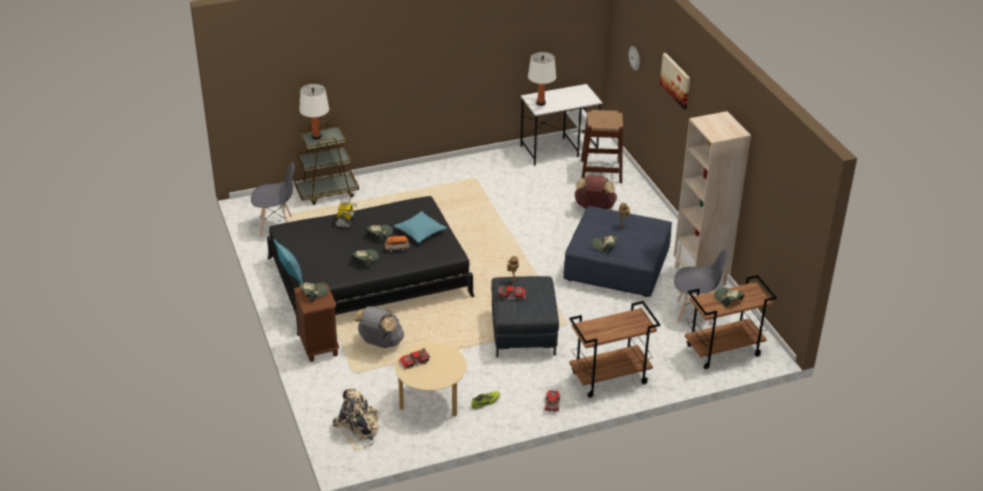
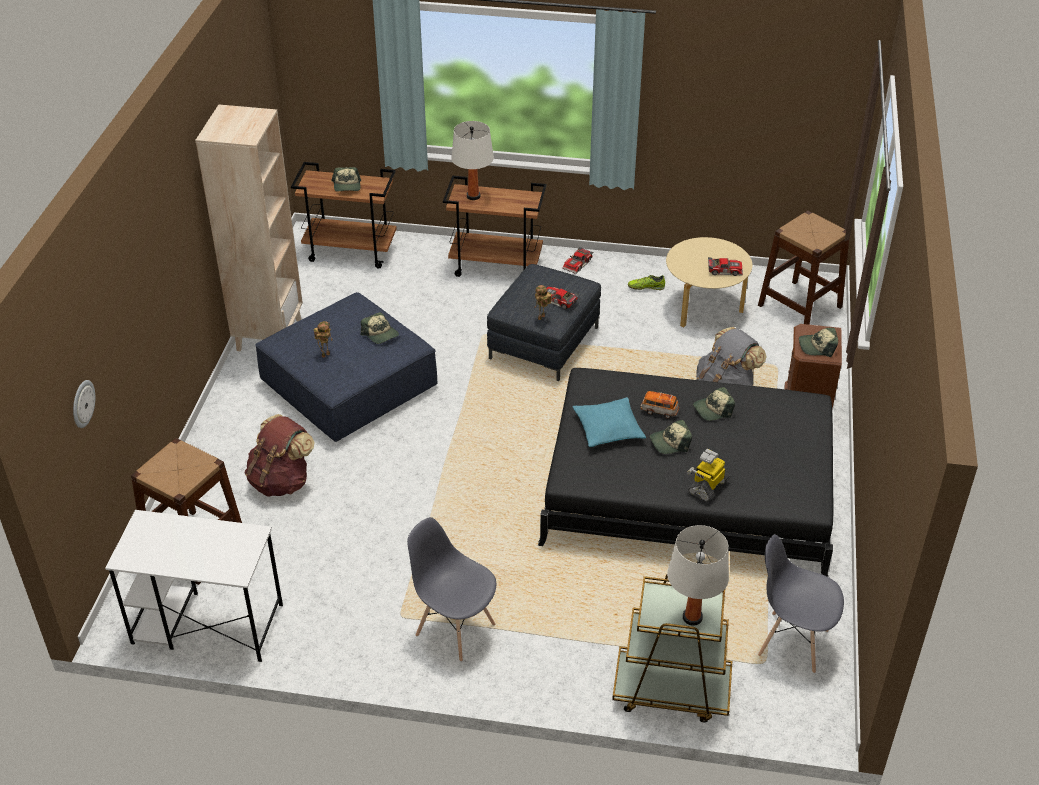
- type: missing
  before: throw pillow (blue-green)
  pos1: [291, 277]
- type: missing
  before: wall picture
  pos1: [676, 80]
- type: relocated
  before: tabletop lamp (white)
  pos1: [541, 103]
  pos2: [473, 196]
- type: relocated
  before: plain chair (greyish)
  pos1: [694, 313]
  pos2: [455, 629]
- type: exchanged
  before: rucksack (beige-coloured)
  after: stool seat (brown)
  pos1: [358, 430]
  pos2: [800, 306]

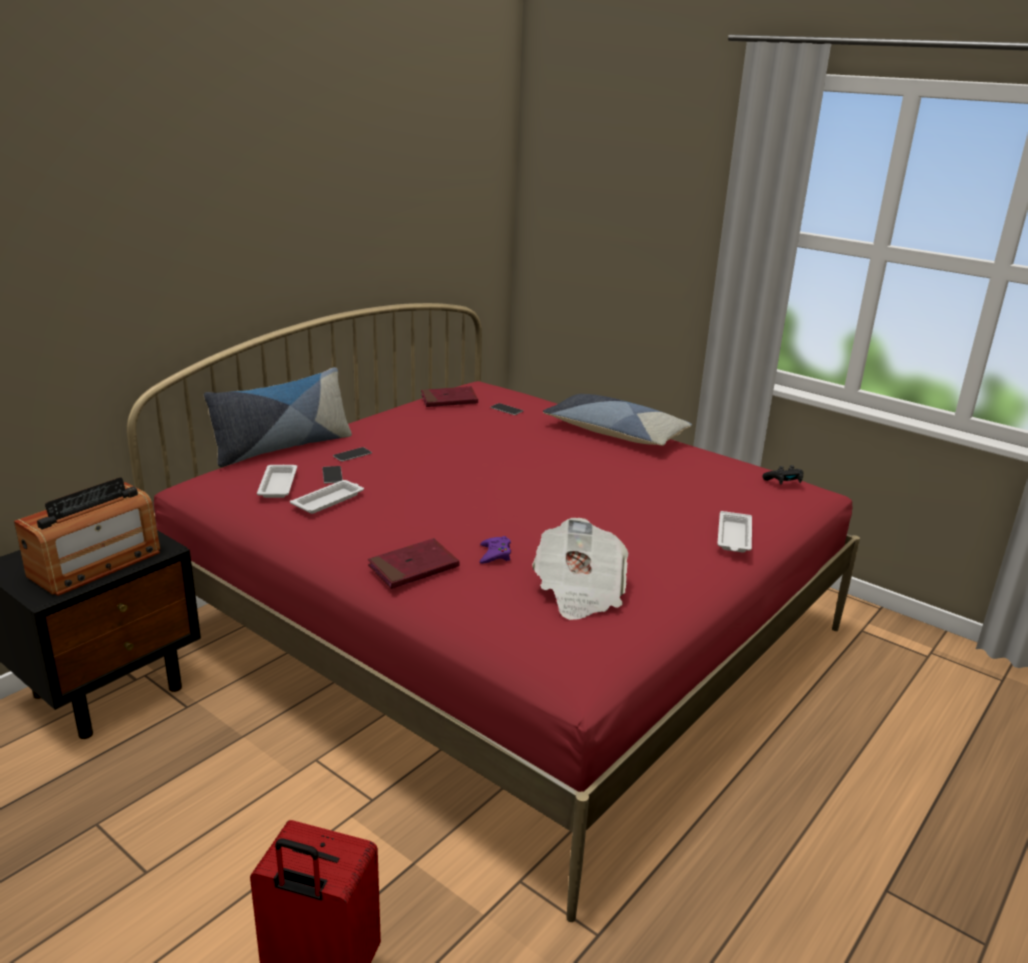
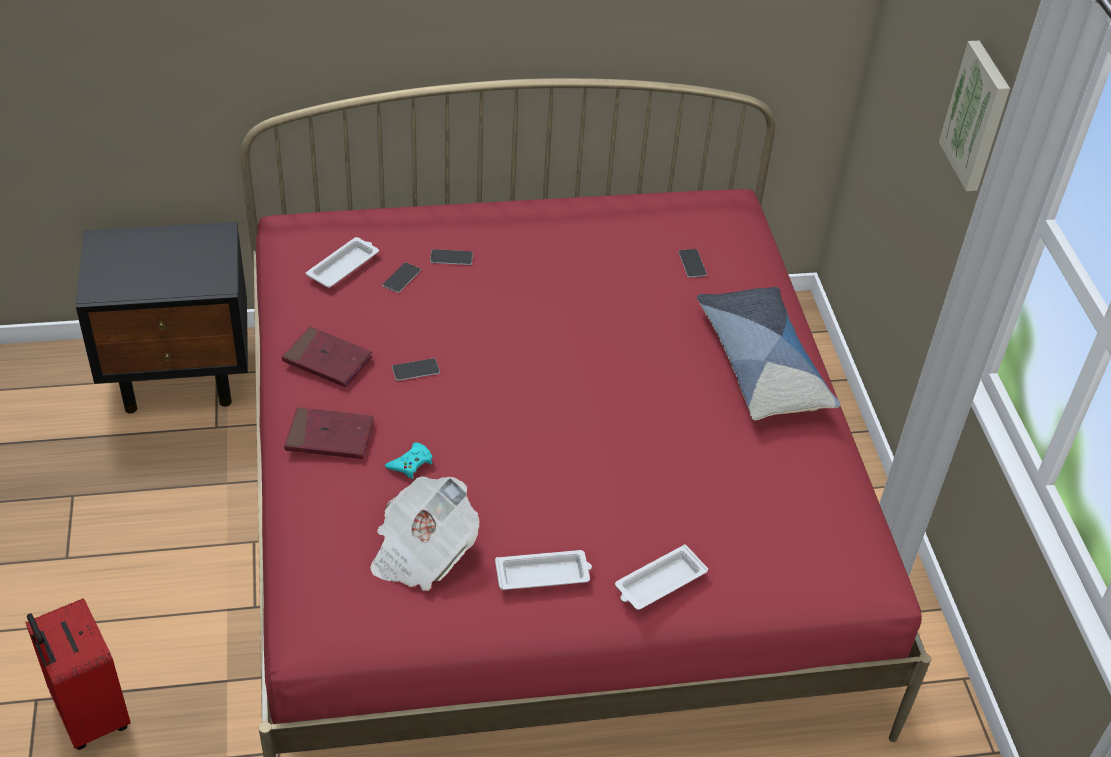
- type: missing
  before: radio set
  pos1: [95, 564]
- type: missing
  before: throw pillow
  pos1: [282, 447]
- type: missing
  before: gamepad (black-coloured)
  pos1: [783, 482]
- type: appeared
  after: phone
  pos2: [415, 370]
- type: appeared
  after: wall picture
  pos2: [978, 116]
- type: relocated
  before: tray (white)
  pos1: [329, 500]
  pos2: [544, 574]
- type: relocated
  before: volume (red)
  pos1: [449, 400]
  pos2: [327, 360]
- type: colour
  before: gamepad (purplish)
  after: gamepad (blue-green)
  pos1: [495, 554]
  pos2: [411, 463]

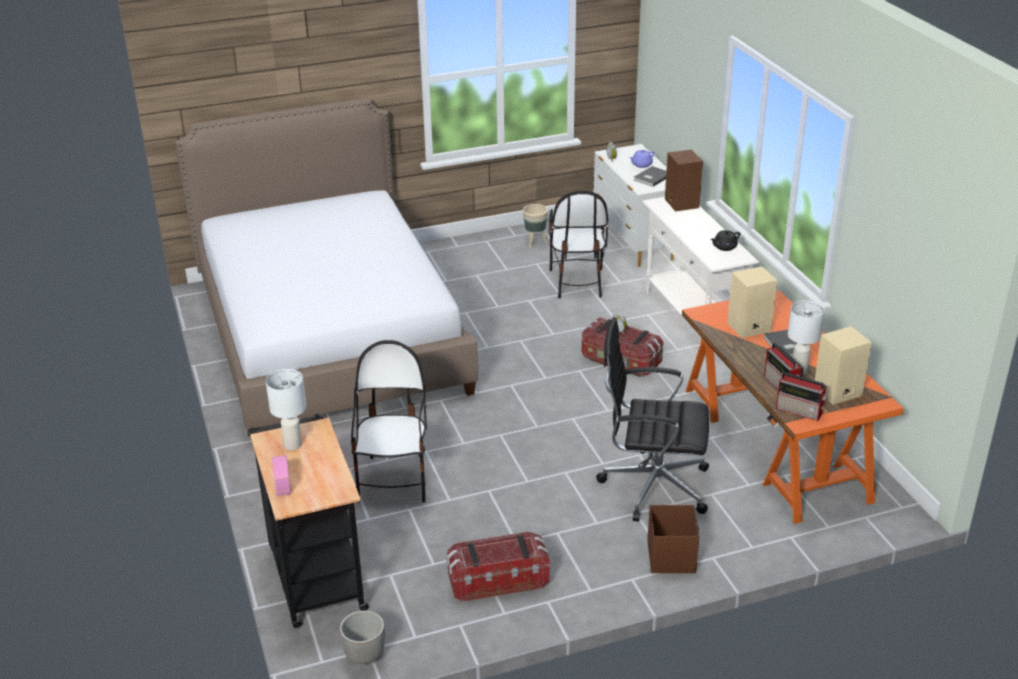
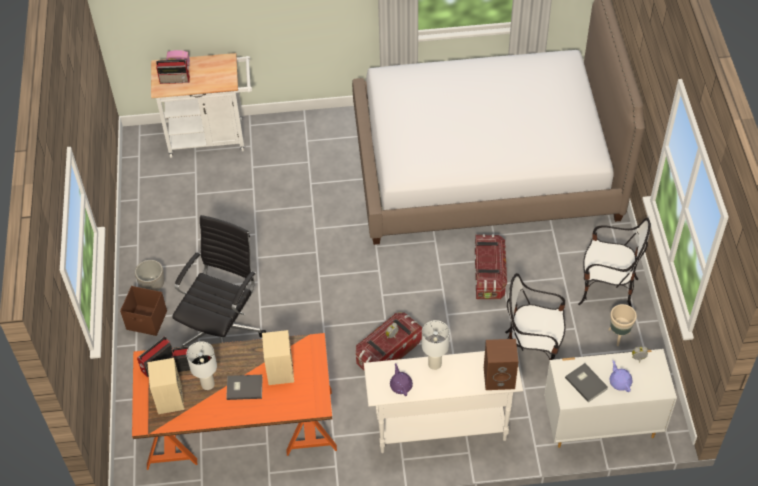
- type: appeared
  after: radio set
  pos2: [175, 79]
- type: relocated
  before: tabletop lamp (white)
  pos1: [293, 444]
  pos2: [434, 364]
- type: relocated
  before: plant pot
  pos1: [364, 656]
  pos2: [153, 285]
- type: relocated
  before: plain chair
  pos1: [394, 480]
  pos2: [607, 290]
- type: relocated
  before: storage container
  pos1: [497, 581]
  pos2: [488, 275]
- type: colour
  before: trolley (black-coloured)
  after: trolley (white)
  pos1: [314, 573]
  pos2: [212, 137]
- type: colour
  before: teapot (black-coloured)
  after: teapot (purplish)
  pos1: [724, 247]
  pos2: [401, 385]

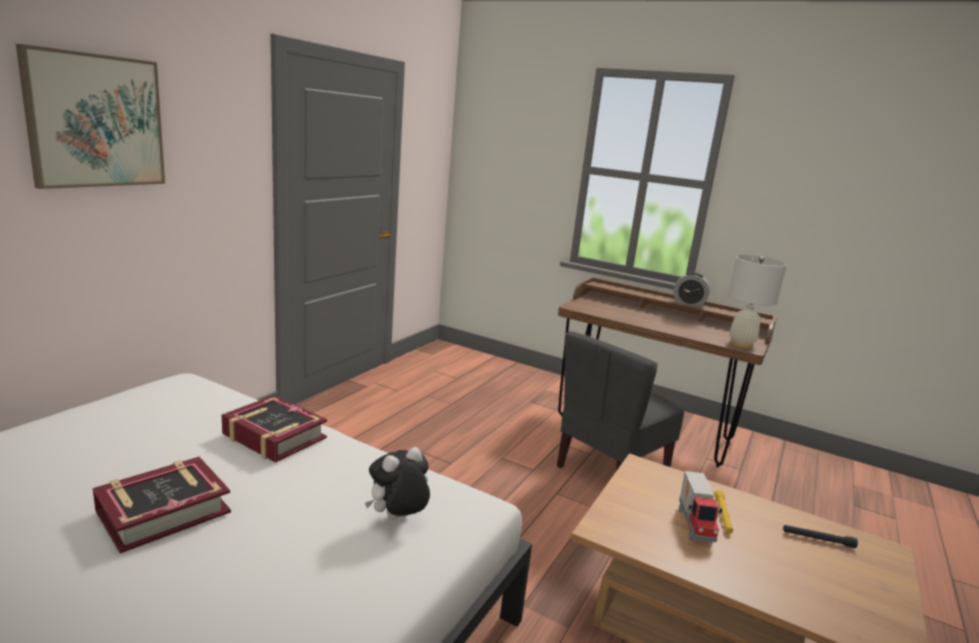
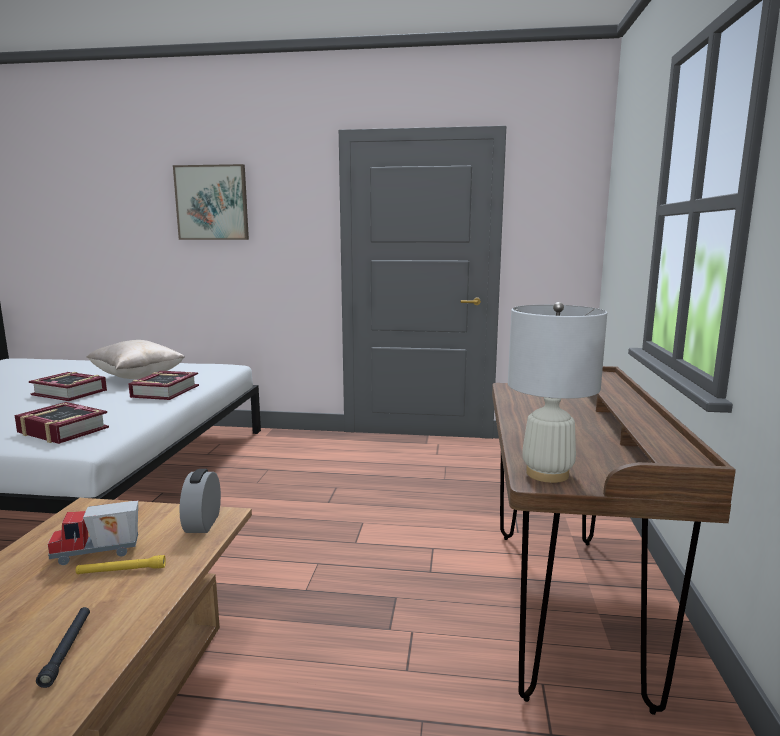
- type: missing
  before: plain chair (greyish)
  pos1: [610, 470]
- type: appeared
  after: throw pillow (beige-coloured)
  pos2: [137, 377]
- type: relocated
  before: alarm clock
  pos1: [689, 303]
  pos2: [202, 523]
- type: exchanged
  before: plush toy
  after: volume
  pos1: [398, 519]
  pos2: [62, 430]

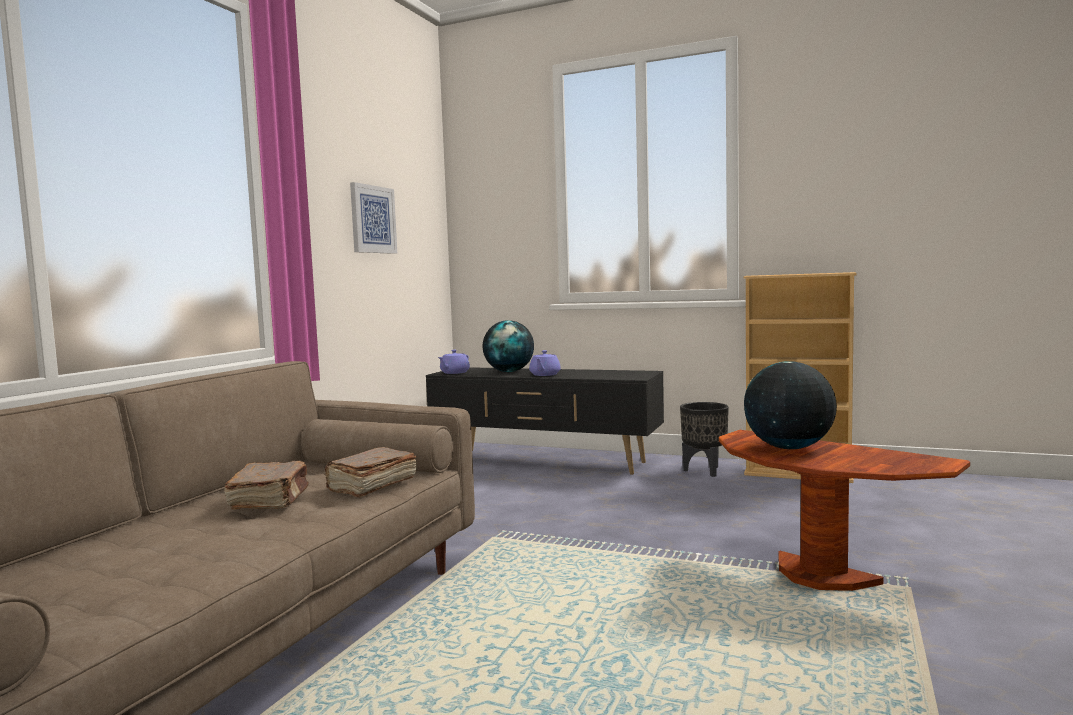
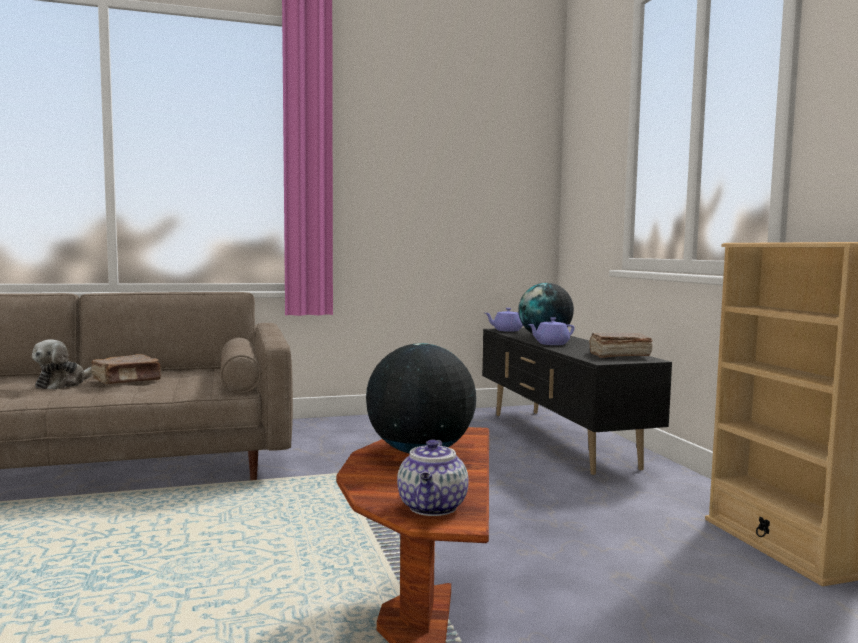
- type: missing
  before: wall picture
  pos1: [372, 219]
- type: missing
  before: plant pot (black-coloured)
  pos1: [705, 471]
- type: appeared
  after: plush toy
  pos2: [63, 384]
- type: appeared
  after: teapot
  pos2: [433, 508]
- type: relocated
  before: volume (brown)
  pos1: [371, 486]
  pos2: [618, 356]

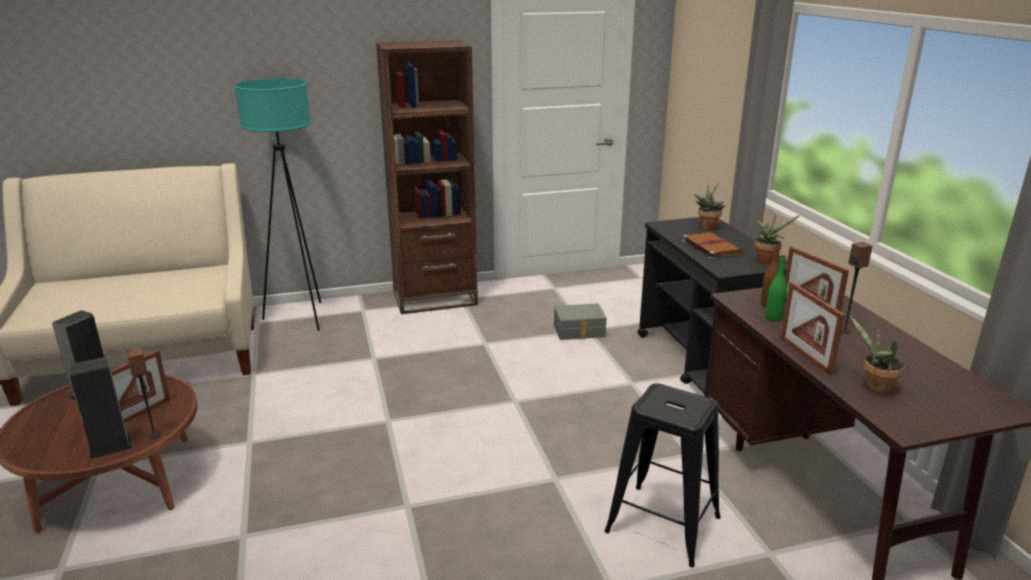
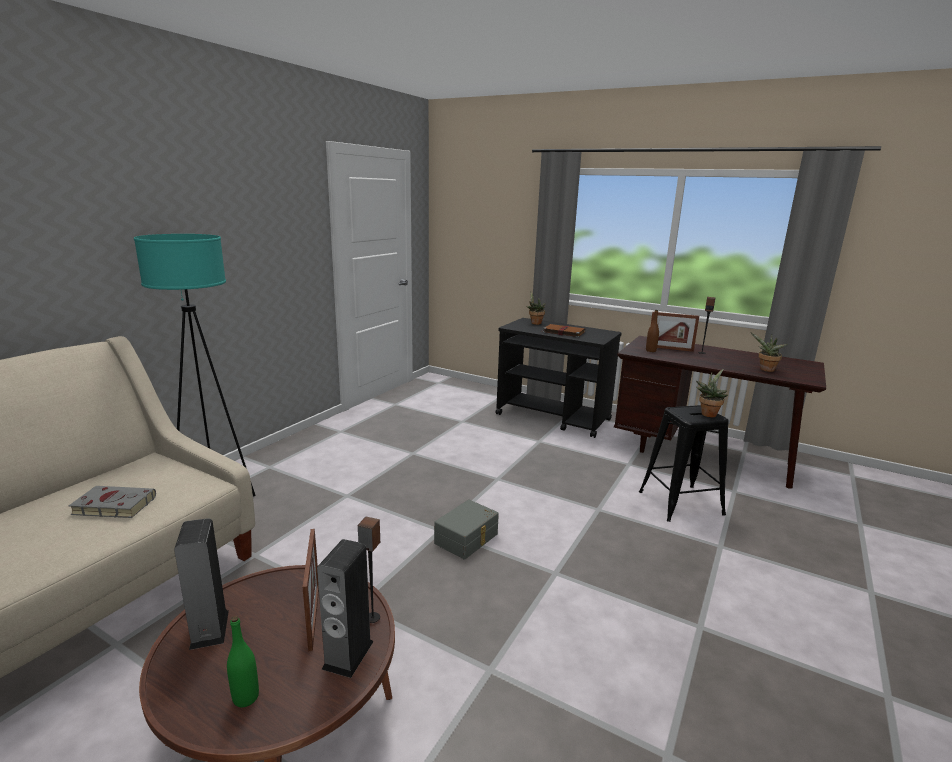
- type: missing
  before: bookshelf (brown)
  pos1: [435, 299]
- type: missing
  before: picture frame
  pos1: [805, 356]
- type: appeared
  after: volume (greyish)
  pos2: [112, 506]
- type: relocated
  before: storage container (greyish)
  pos1: [579, 331]
  pos2: [467, 539]
- type: relocated
  before: houseplant
  pos1: [767, 260]
  pos2: [708, 413]
- type: relocated
  before: bottle (greenish)
  pos1: [773, 318]
  pos2: [246, 697]

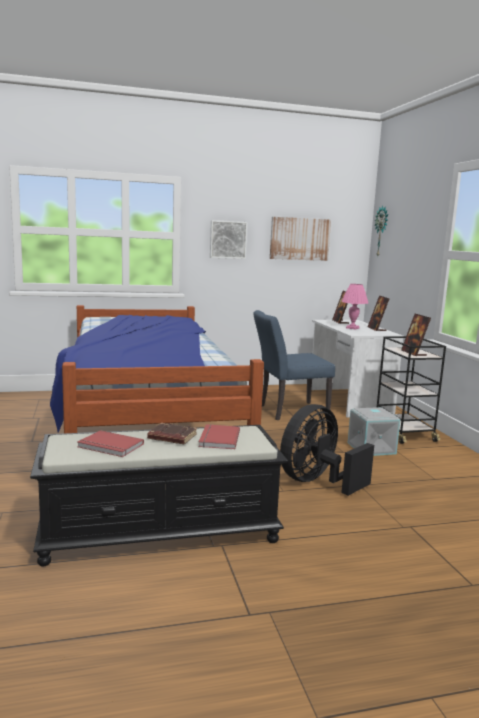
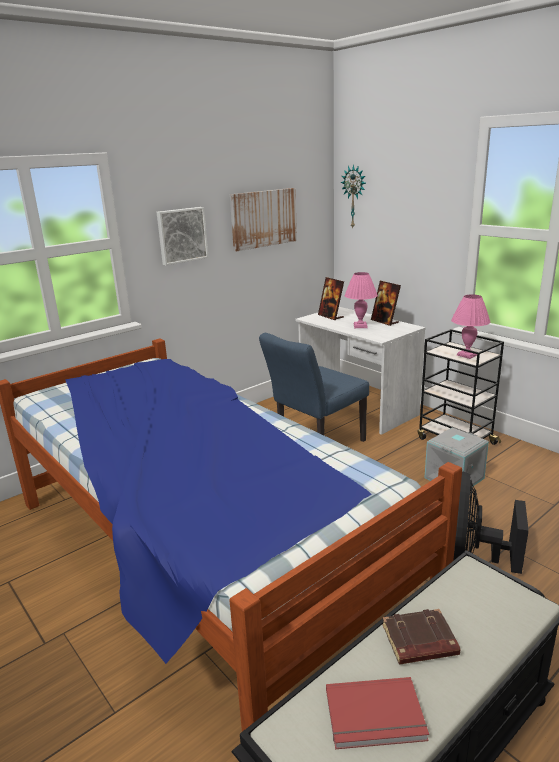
- type: missing
  before: volume (red)
  pos1: [218, 439]
- type: exchanged
  before: picture frame
  after: tabletop lamp (pinkish)
  pos1: [413, 353]
  pos2: [467, 355]

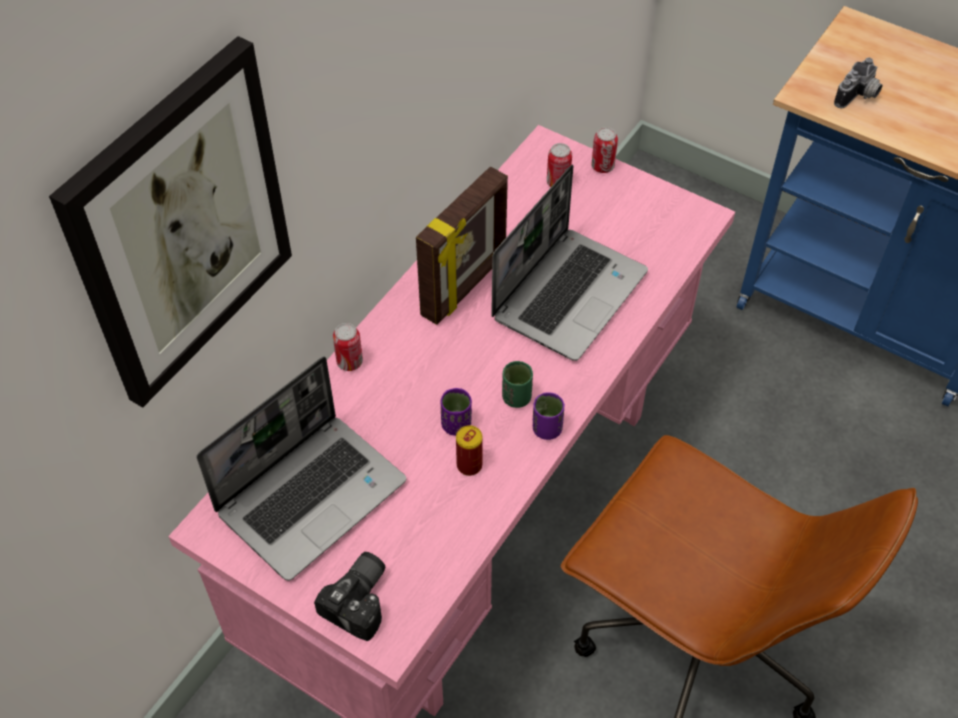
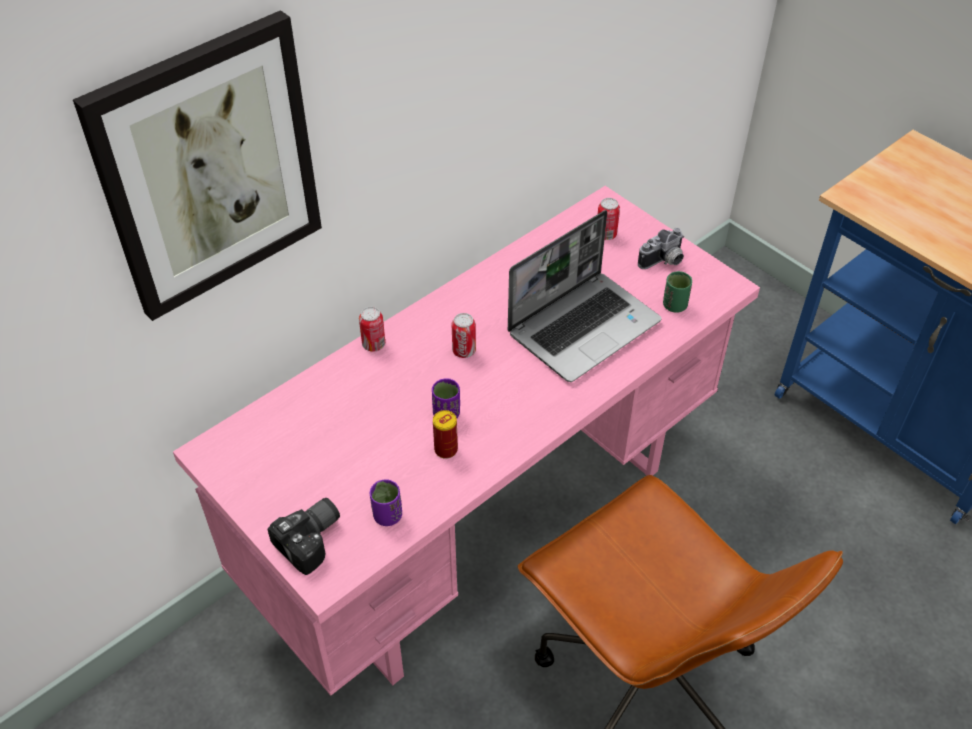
- type: missing
  before: portable computer
  pos1: [312, 495]
- type: missing
  before: picture frame
  pos1: [465, 287]
- type: relocated
  before: small cup (greenish)
  pos1: [516, 397]
  pos2: [674, 305]
- type: relocated
  before: small cup (purplish)
  pos1: [547, 429]
  pos2: [387, 515]
- type: relocated
  before: sealed can
  pos1: [602, 166]
  pos2: [464, 351]
- type: relocated
  before: still camera
  pos1: [858, 96]
  pos2: [664, 262]

